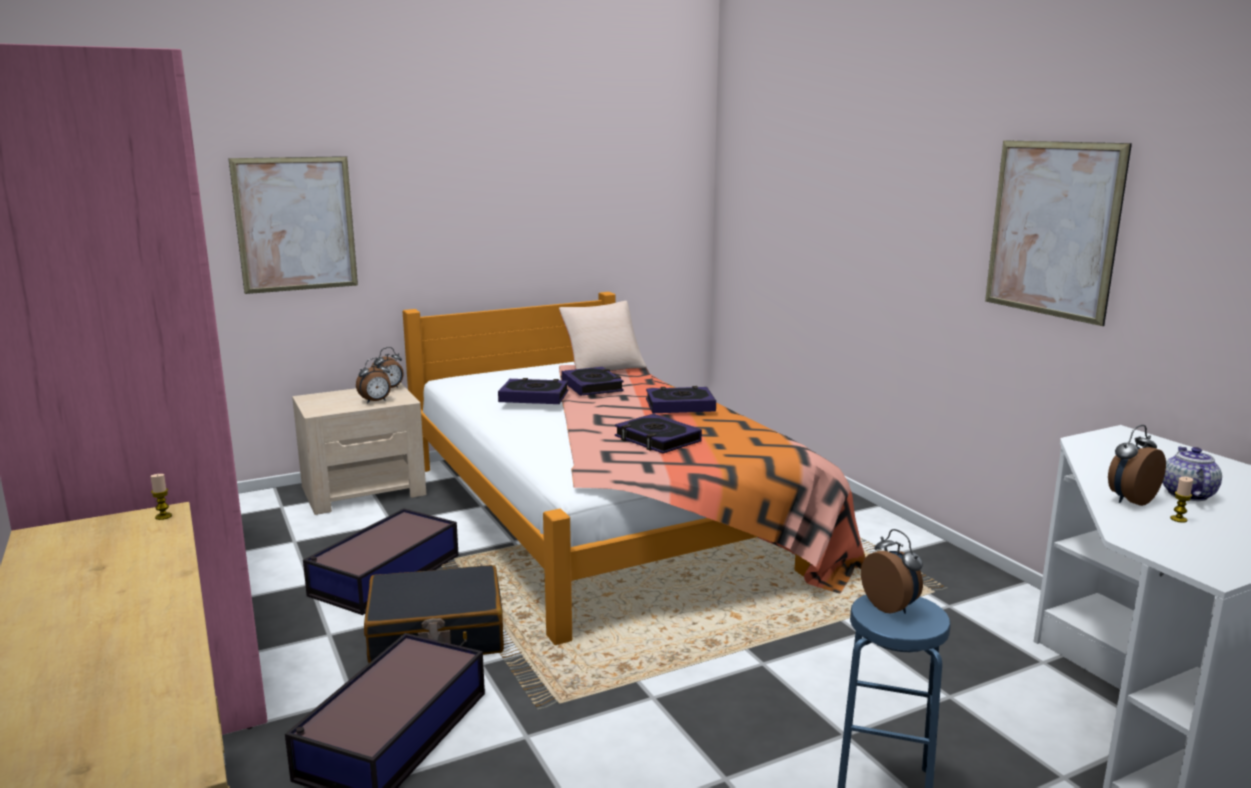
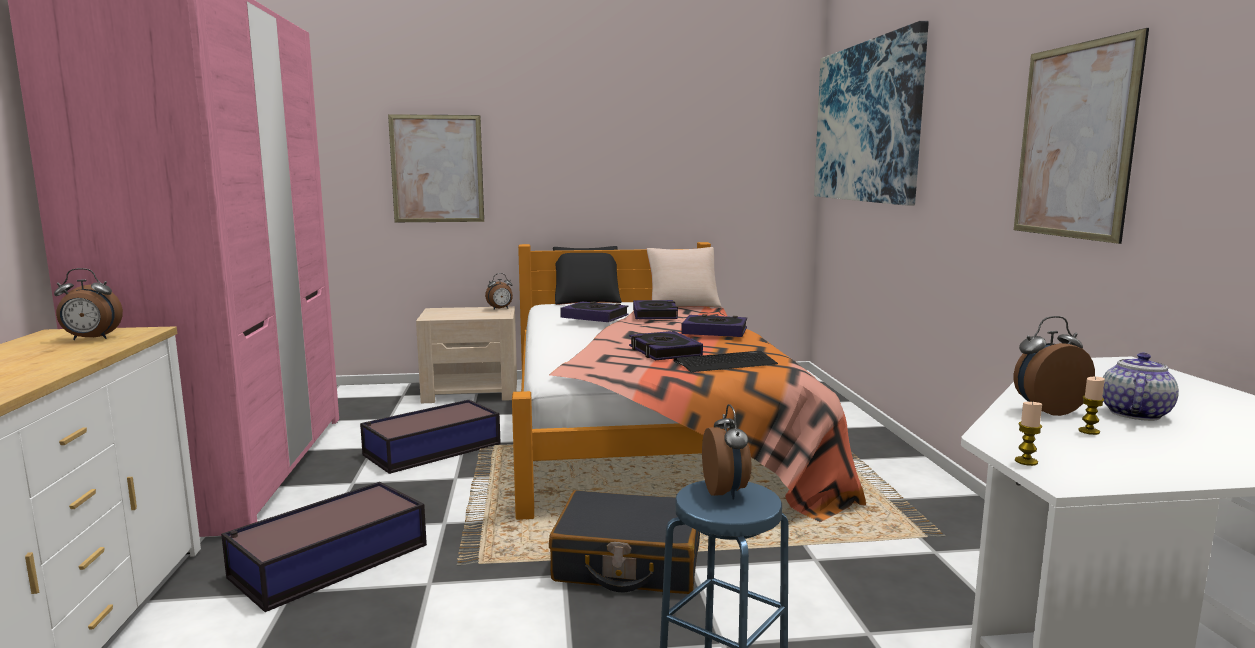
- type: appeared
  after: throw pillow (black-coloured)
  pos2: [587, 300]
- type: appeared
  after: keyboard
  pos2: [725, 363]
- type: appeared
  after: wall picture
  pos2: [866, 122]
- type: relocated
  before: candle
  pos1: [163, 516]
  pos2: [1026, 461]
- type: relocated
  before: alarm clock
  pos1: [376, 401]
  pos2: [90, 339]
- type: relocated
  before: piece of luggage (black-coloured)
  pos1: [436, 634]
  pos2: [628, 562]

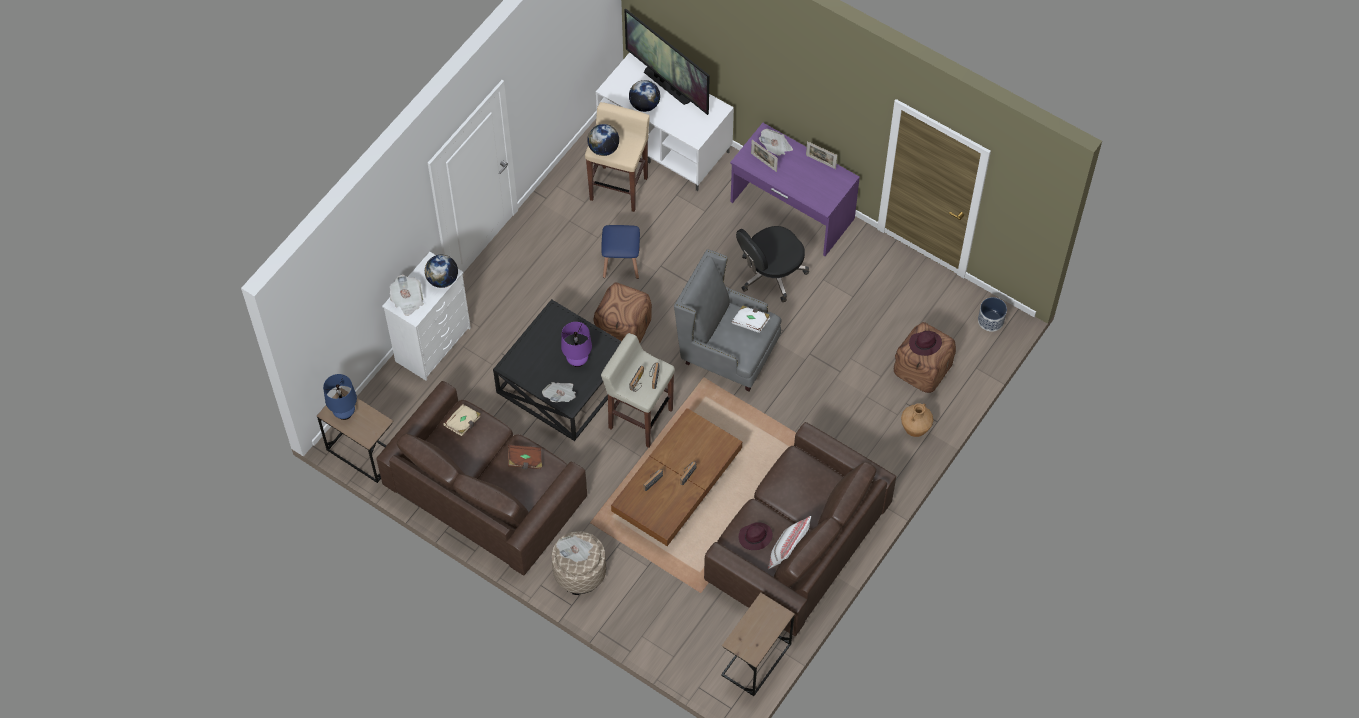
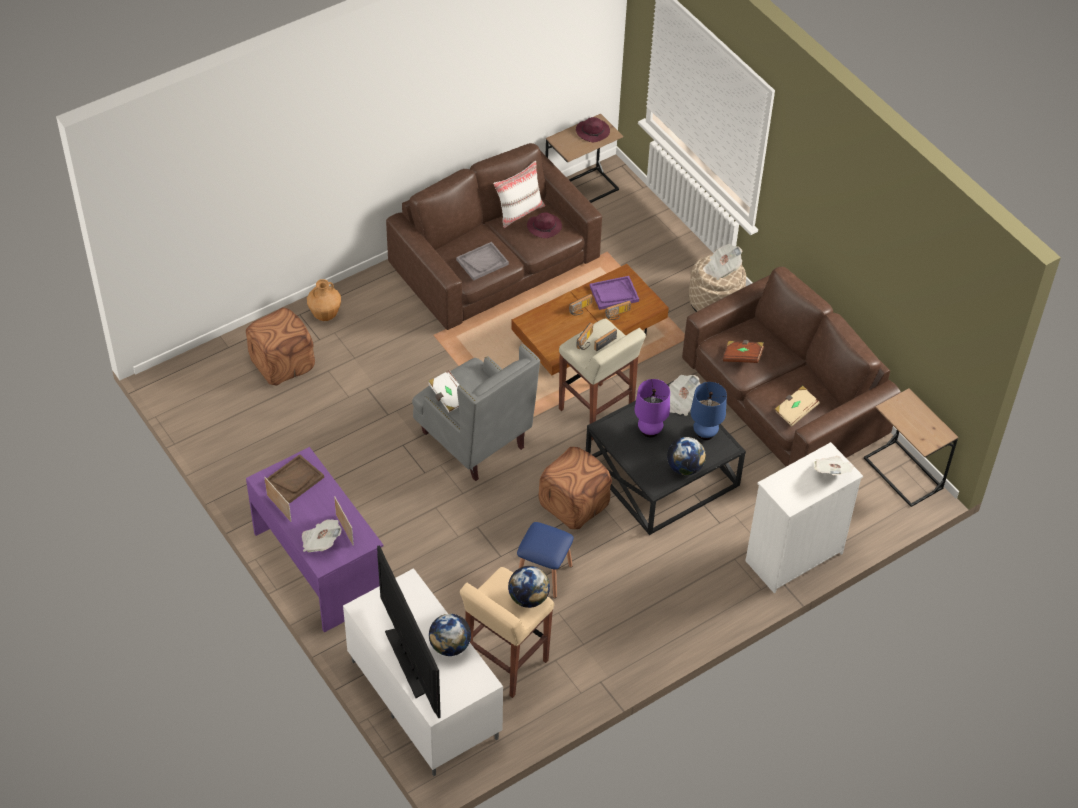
- type: missing
  before: desk chair (black-coloured)
  pos1: [770, 274]
- type: missing
  before: plant pot
  pos1: [991, 320]
- type: appeared
  after: tray (brown)
  pos2: [294, 480]
- type: appeared
  after: tray (greyish)
  pos2: [482, 262]
- type: appeared
  after: tray (purplish)
  pos2: [614, 294]
- type: relocated
  before: tabletop lamp (blue-coloured)
  pos1: [344, 412]
  pos2: [705, 433]
- type: relocated
  before: world globe
  pos1: [442, 279]
  pos2: [684, 467]
- type: relocated
  before: clothing hat (purplish)
  pos1: [924, 344]
  pos2: [593, 132]

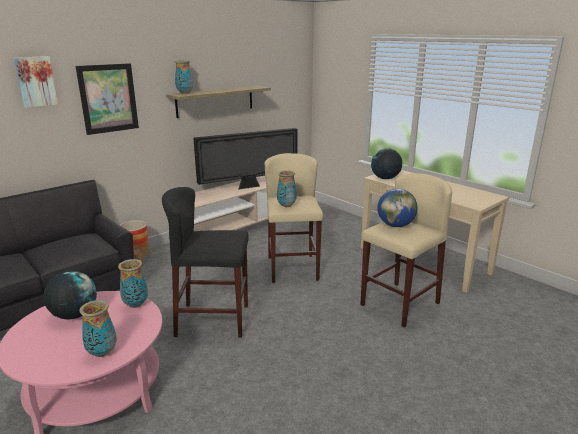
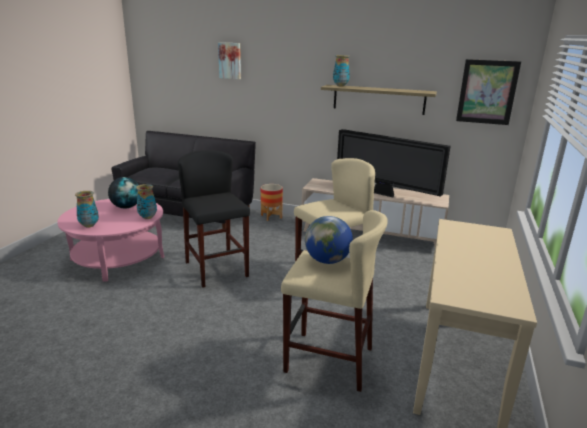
- type: missing
  before: decorative vase
  pos1: [286, 206]
- type: missing
  before: world globe
  pos1: [385, 178]
- type: relocated
  before: wall picture
  pos1: [108, 98]
  pos2: [487, 92]

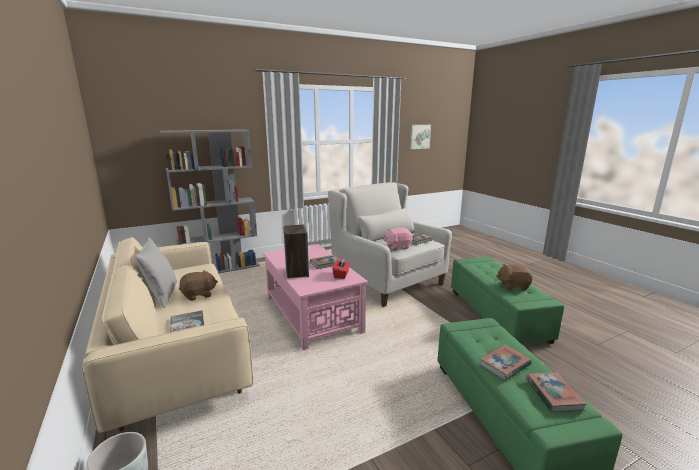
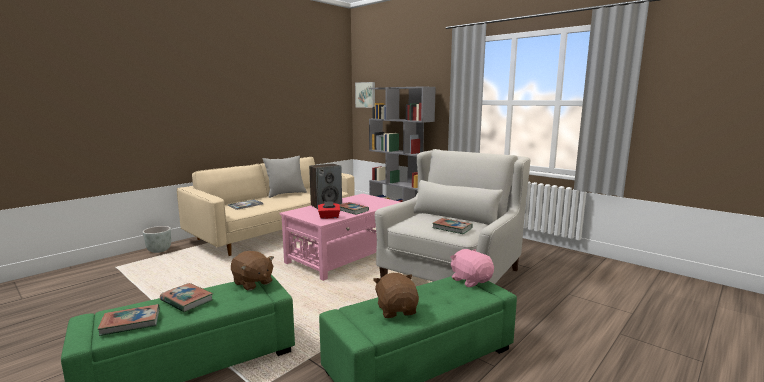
- type: relocated
  before: plush toy (brown)
  pos1: [199, 295]
  pos2: [252, 283]
- type: relocated
  before: plush toy (pinkish)
  pos1: [397, 247]
  pos2: [470, 280]
- type: relocated
  before: wall picture
  pos1: [419, 136]
  pos2: [366, 95]

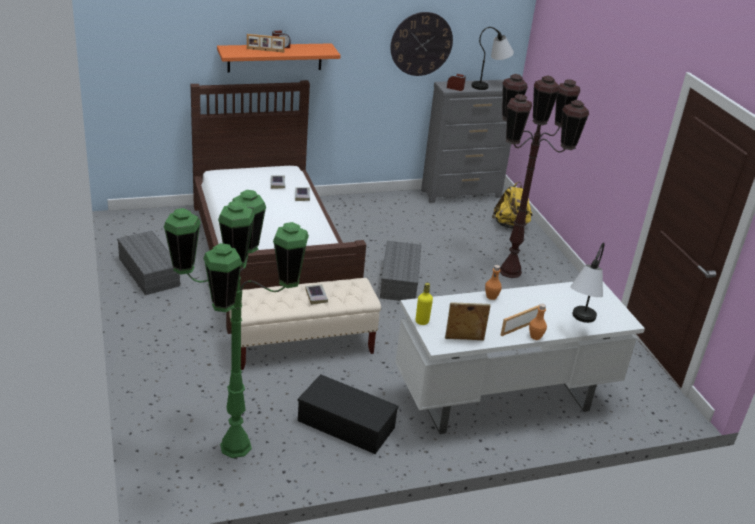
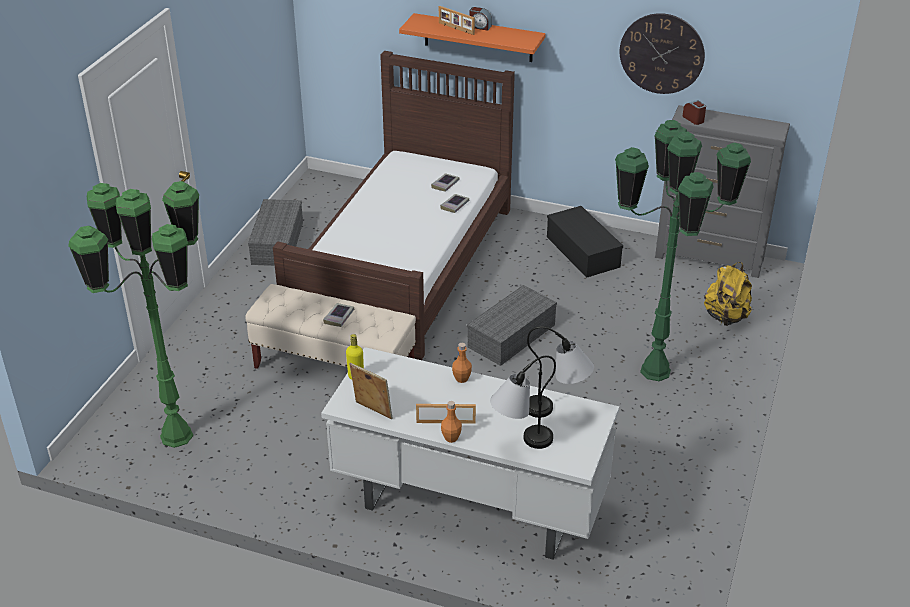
- type: relocated
  before: storage container (black-coloured)
  pos1: [348, 424]
  pos2: [584, 252]
- type: relocated
  before: tabletop lamp
  pos1: [490, 86]
  pos2: [558, 411]
- type: colour
  before: standing lamp (brown)
  after: standing lamp (greenish)
  pos1: [510, 271]
  pos2: [656, 371]

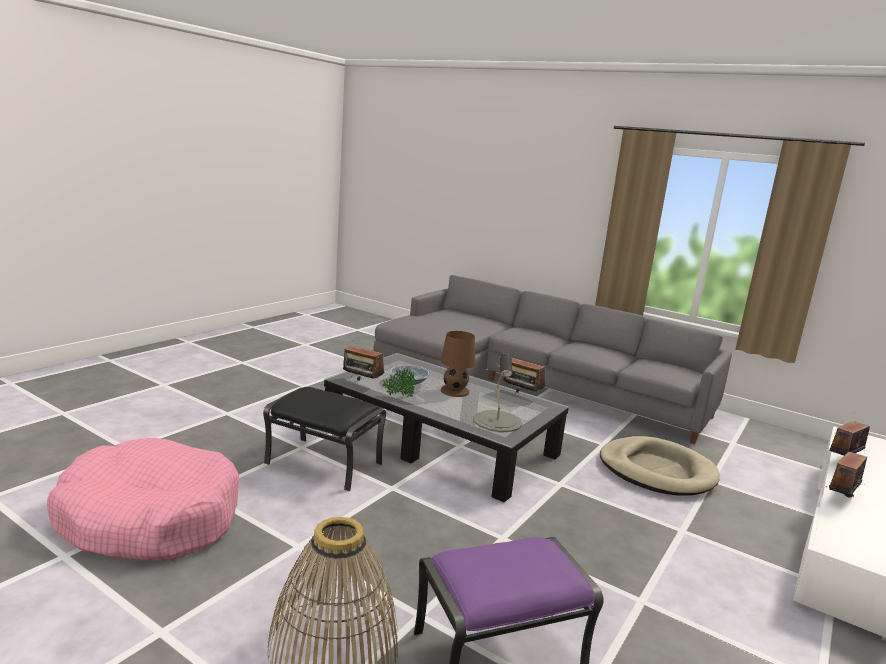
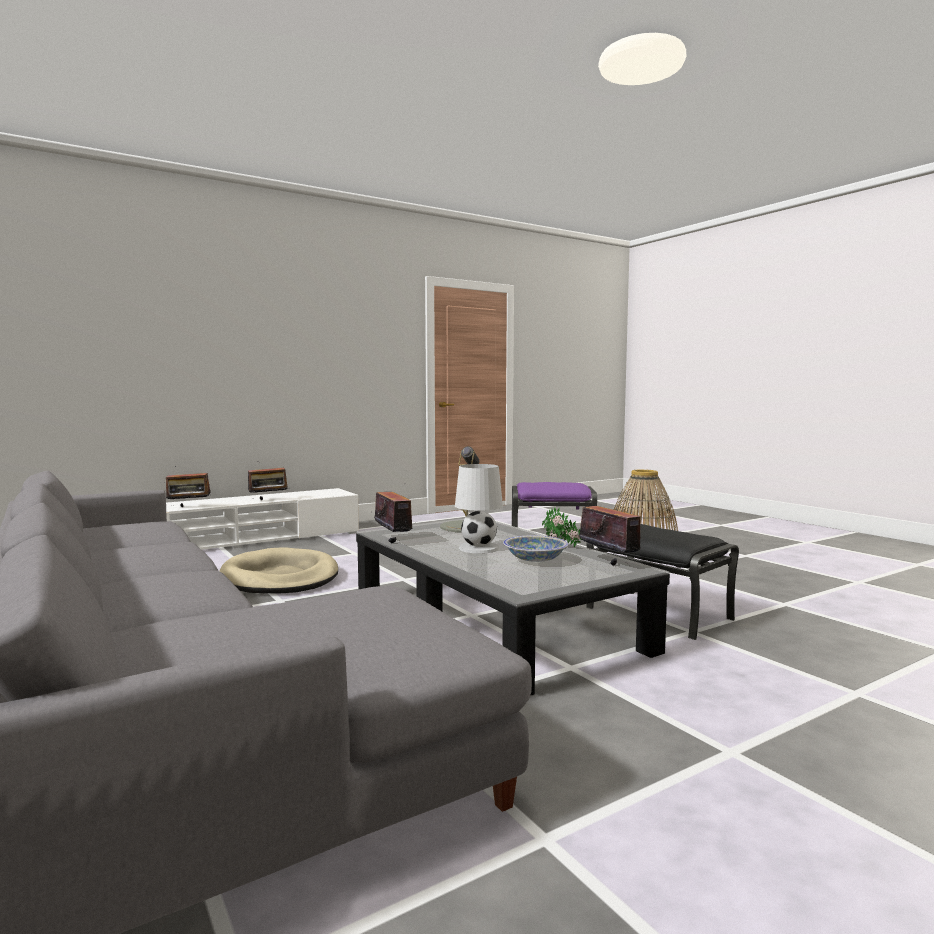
- type: missing
  before: dog cushion (pinkish)
  pos1: [150, 518]
- type: colour
  before: tabletop lamp (brown)
  after: tabletop lamp (white)
  pos1: [455, 391]
  pos2: [478, 548]

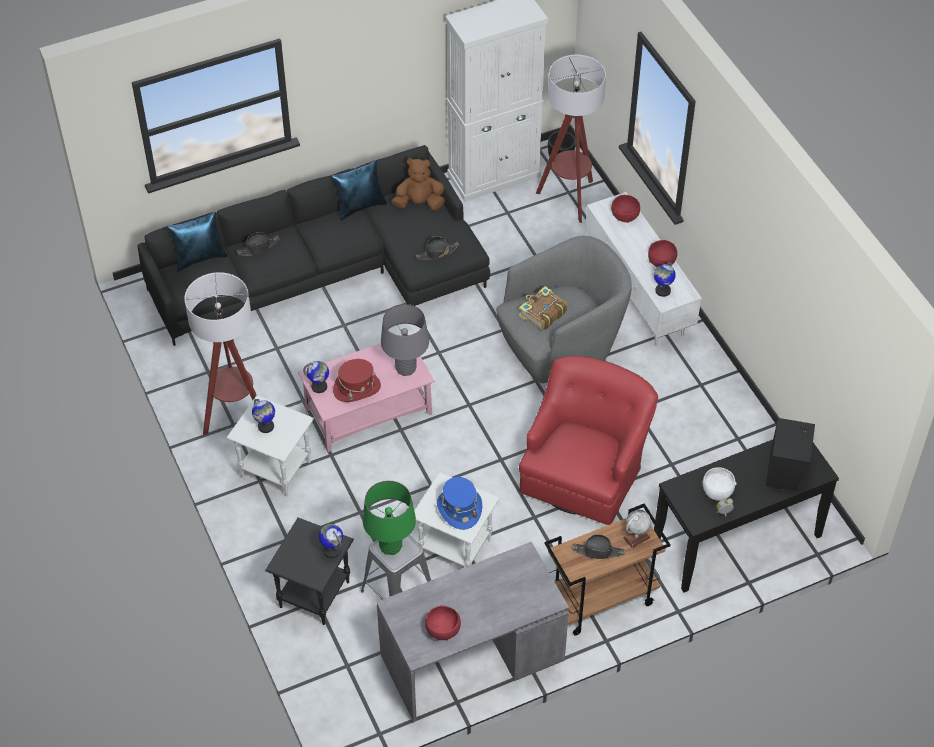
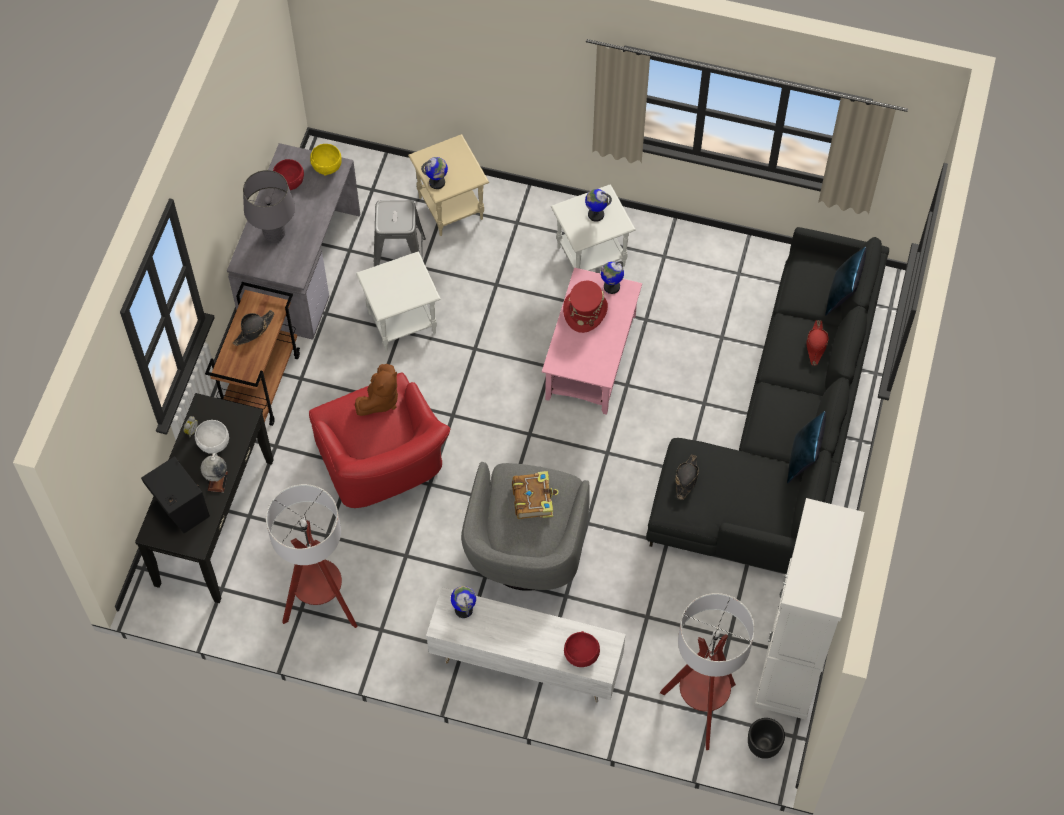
- type: missing
  before: tabletop lamp (greenish)
  pos1: [390, 546]
- type: missing
  before: clothing hat (blue-coloured)
  pos1: [459, 509]
- type: missing
  before: bowl (red)
  pos1: [662, 261]
- type: appeared
  after: bowl (yellow-coloured)
  pos2: [326, 166]
- type: relocated
  before: standing lamp
  pos1: [236, 416]
  pos2: [322, 605]
- type: relocated
  before: tabletop lamp (greyish)
  pos1: [406, 368]
  pos2: [274, 234]
- type: relocated
  before: plush toy (brown)
  pos1: [419, 203]
  pos2: [380, 400]
- type: relocated
  before: world globe
  pos1: [636, 537]
  pos2: [217, 481]
- type: colour
  before: clothing hat (black-coloured)
  after: clothing hat (red)
  pos1: [258, 247]
  pos2: [816, 345]
- type: colour
  before: side table (black-coloured)
  after: side table (beige-coloured)
  pos1: [314, 595]
  pos2: [450, 207]

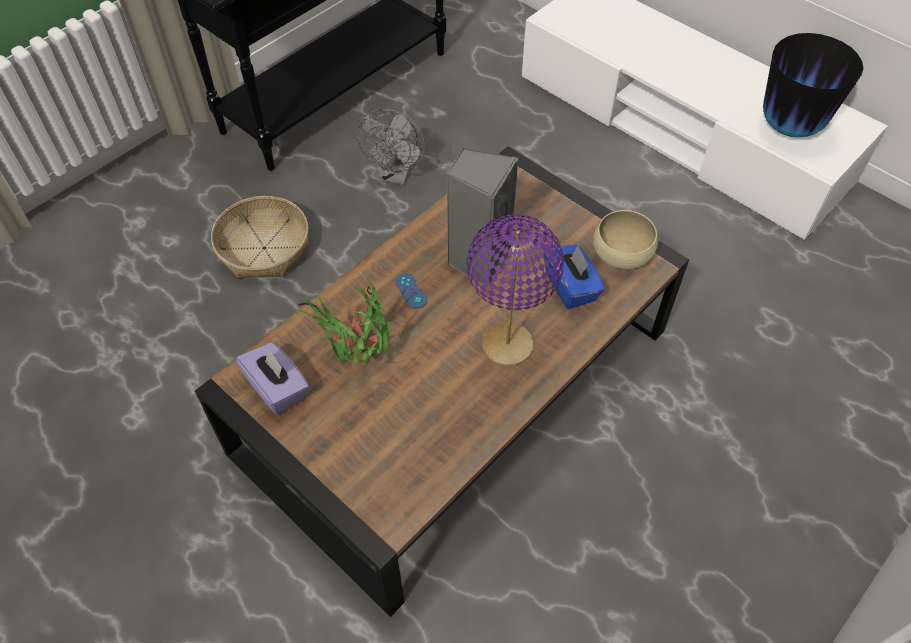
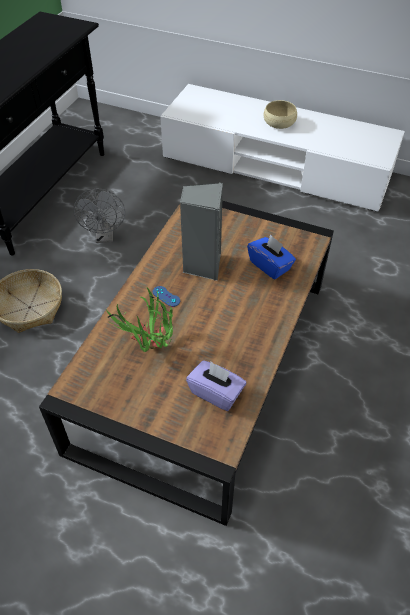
- type: missing
  before: tabletop lamp (purplish)
  pos1: [507, 346]
- type: missing
  before: decorative vase
  pos1: [789, 127]
- type: relocated
  before: box of tissues (purplish)
  pos1: [277, 388]
  pos2: [216, 393]
- type: relocated
  before: bowl (beige-coloured)
  pos1: [622, 252]
  pos2: [279, 123]

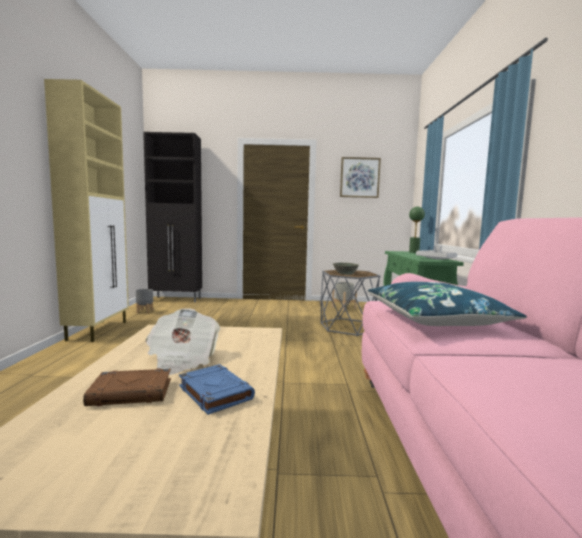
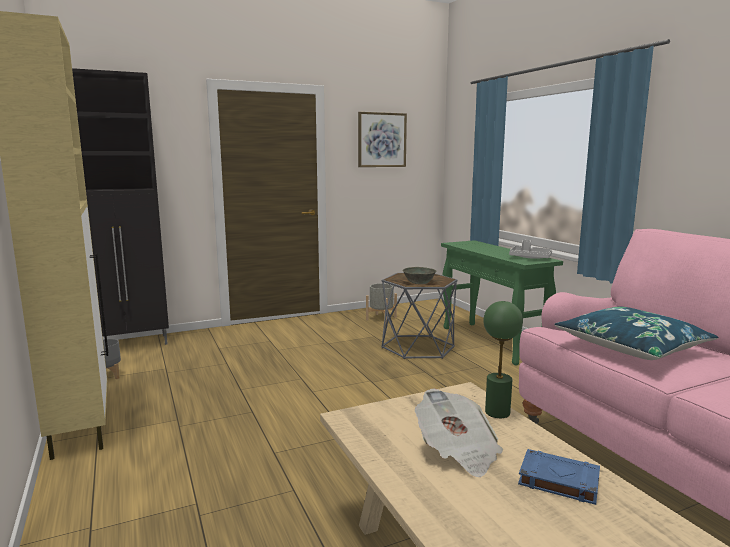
- type: missing
  before: volume (brown)
  pos1: [132, 392]
- type: relocated
  before: tabletop lamp (greenish)
  pos1: [414, 252]
  pos2: [497, 412]

